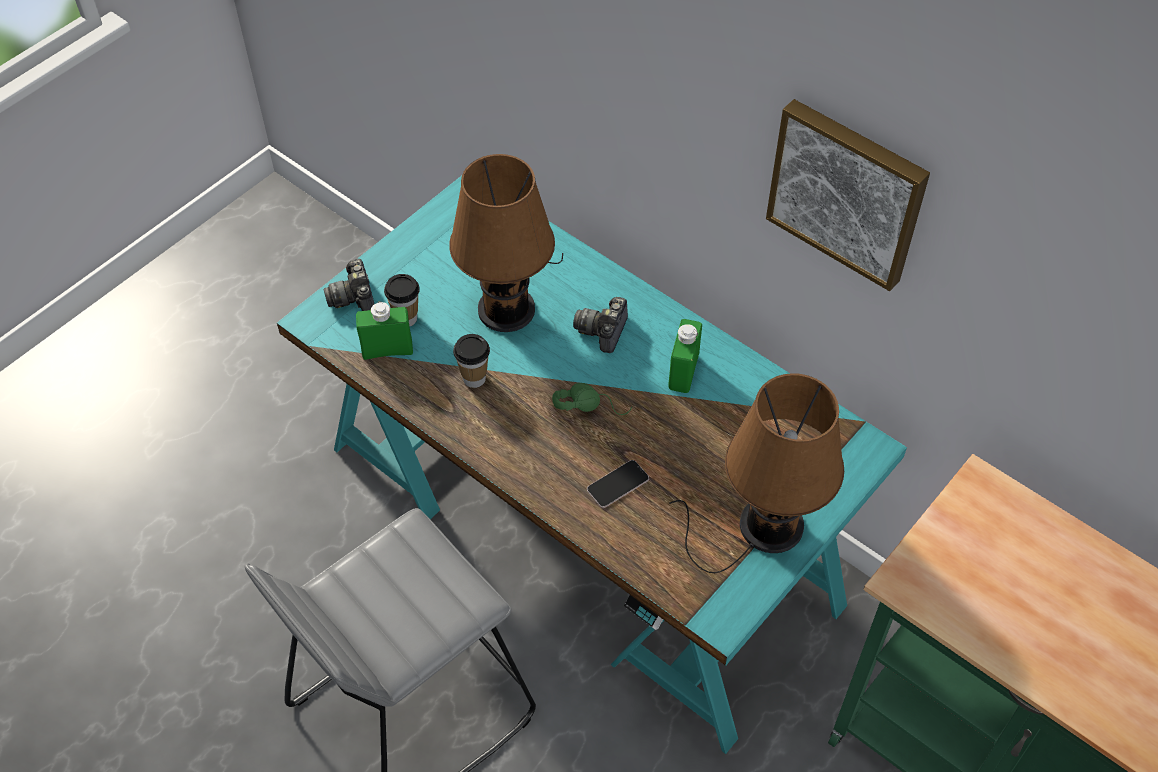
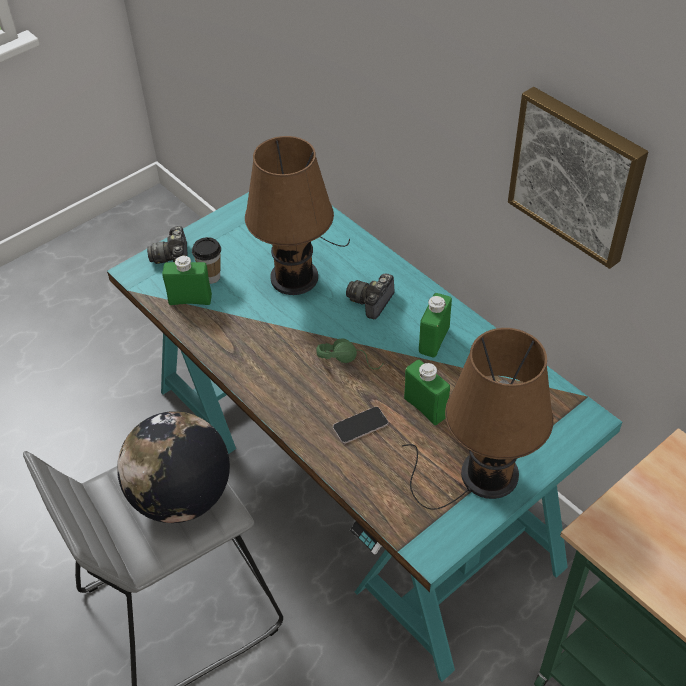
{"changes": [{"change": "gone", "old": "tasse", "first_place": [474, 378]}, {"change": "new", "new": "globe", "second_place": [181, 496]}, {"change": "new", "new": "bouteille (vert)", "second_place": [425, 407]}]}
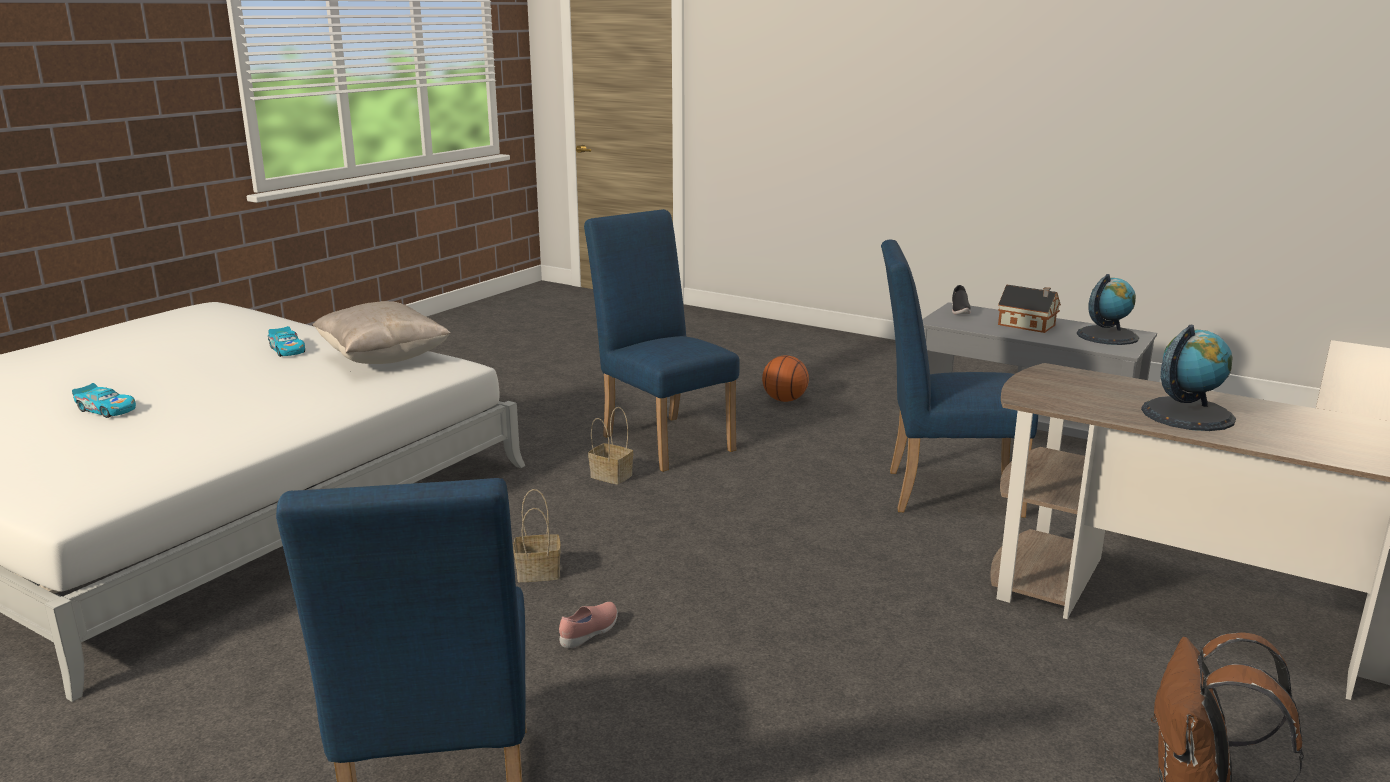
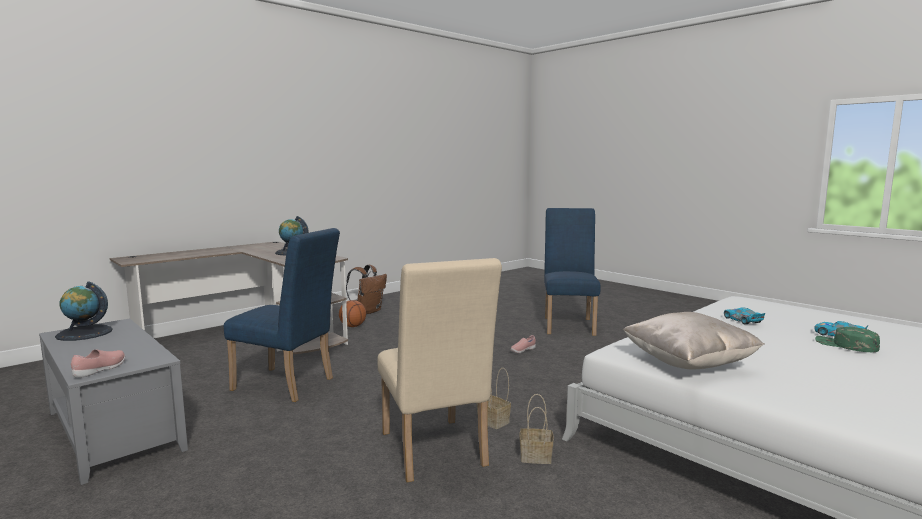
{"changes": [{"change": "gone", "old": "maison miniature", "first_place": [1028, 325]}, {"change": "new", "new": "casquette (vert)", "second_place": [846, 345]}, {"change": "shifted", "old": "petite voiture", "first_place": [287, 350], "second_place": [742, 320]}, {"change": "shifted", "old": "panier", "first_place": [537, 573], "second_place": [537, 456]}, {"change": "shifted", "old": "ballon de basket", "first_place": [784, 400], "second_place": [352, 326]}, {"change": "repainted", "old": "chaise (bleu)", "new": "chaise (beige)", "first_place": [663, 439], "second_place": [434, 453]}, {"change": "repainted", "old": "chaussure (noir)", "new": "chaussure (rose)", "first_place": [959, 311], "second_place": [100, 370]}]}
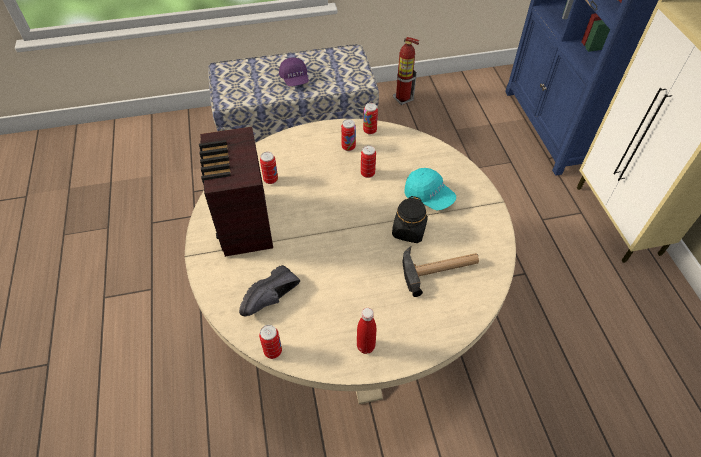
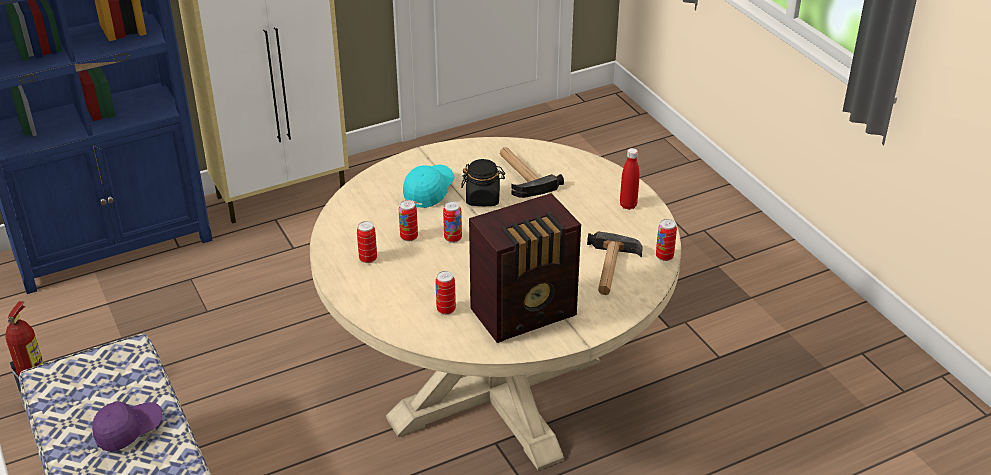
{"changes": [{"change": "shifted", "old": "boîte métallique", "first_place": [369, 131], "second_place": [453, 238]}, {"change": "swapped", "old": "chaussure (noir)", "new": "marteau", "first_place": [273, 299], "second_place": [610, 269]}]}
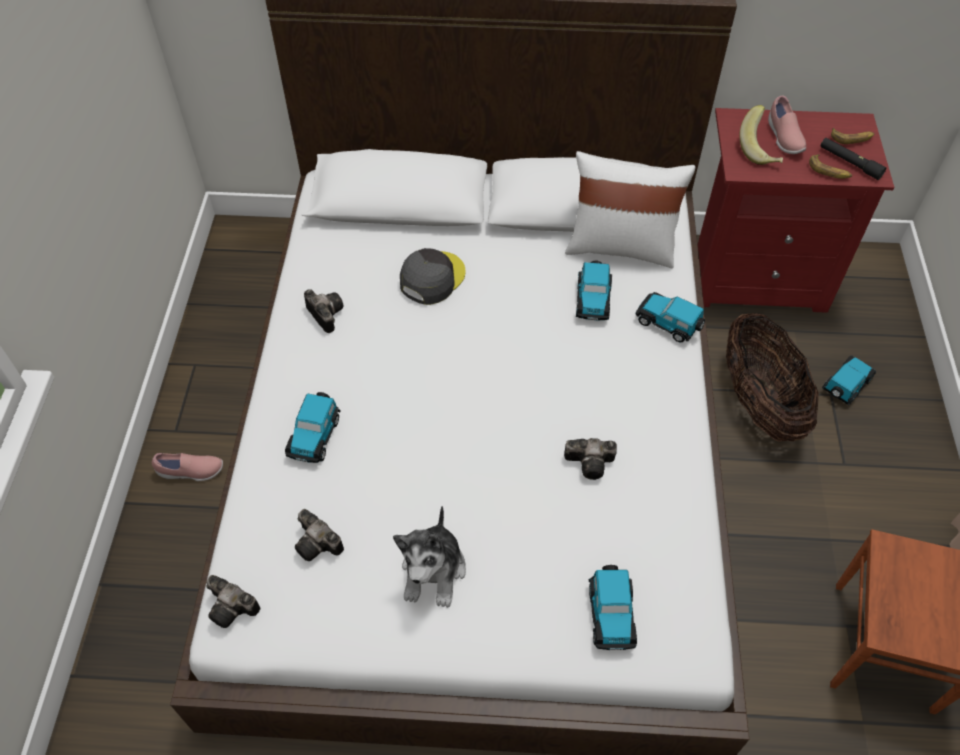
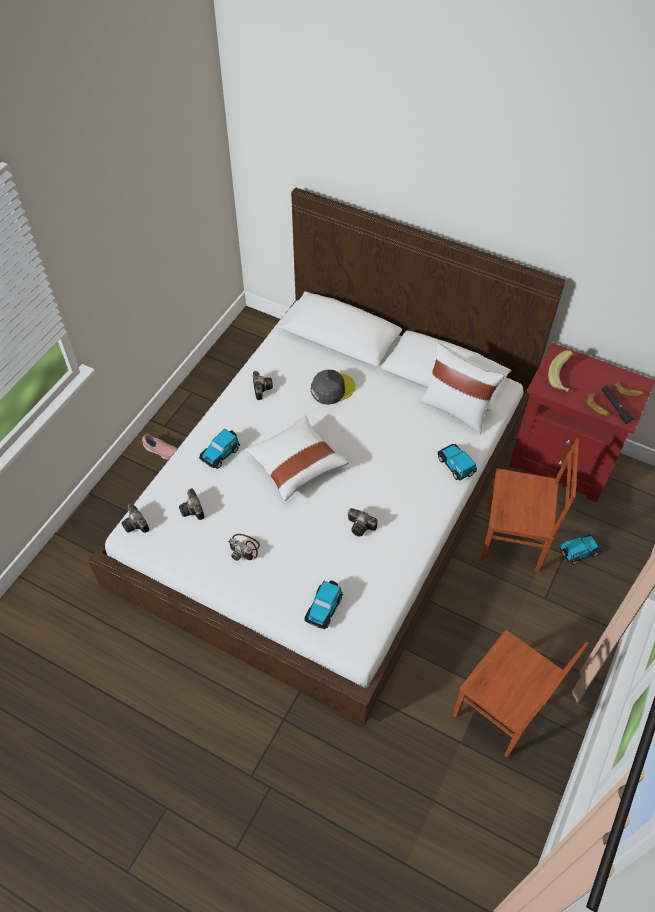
{"changes": [{"change": "gone", "old": "petite voiture", "first_place": [593, 300]}, {"change": "gone", "old": "chaussure (rose)", "first_place": [783, 137]}, {"change": "new", "new": "coussin (blanc)", "second_place": [296, 465]}, {"change": "swapped", "old": "peluche", "new": "appareil photo", "first_place": [434, 571], "second_place": [244, 548]}, {"change": "swapped", "old": "panier", "new": "chaise (marron)", "first_place": [759, 402], "second_place": [513, 540]}]}
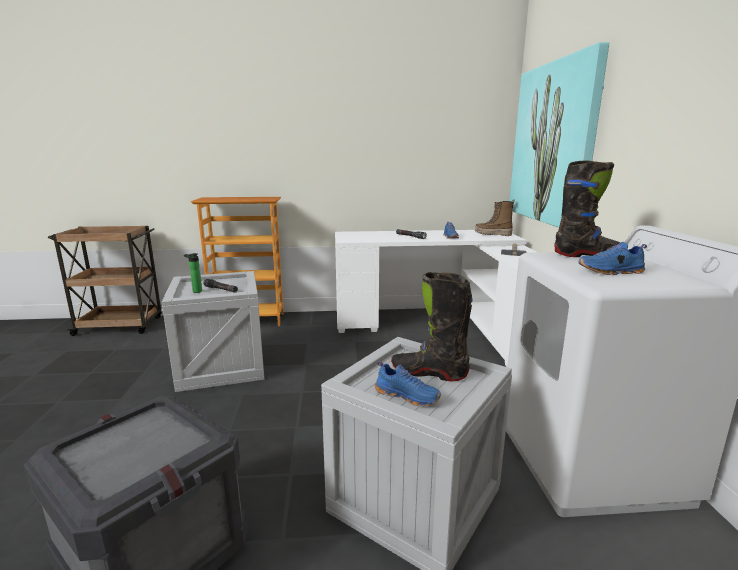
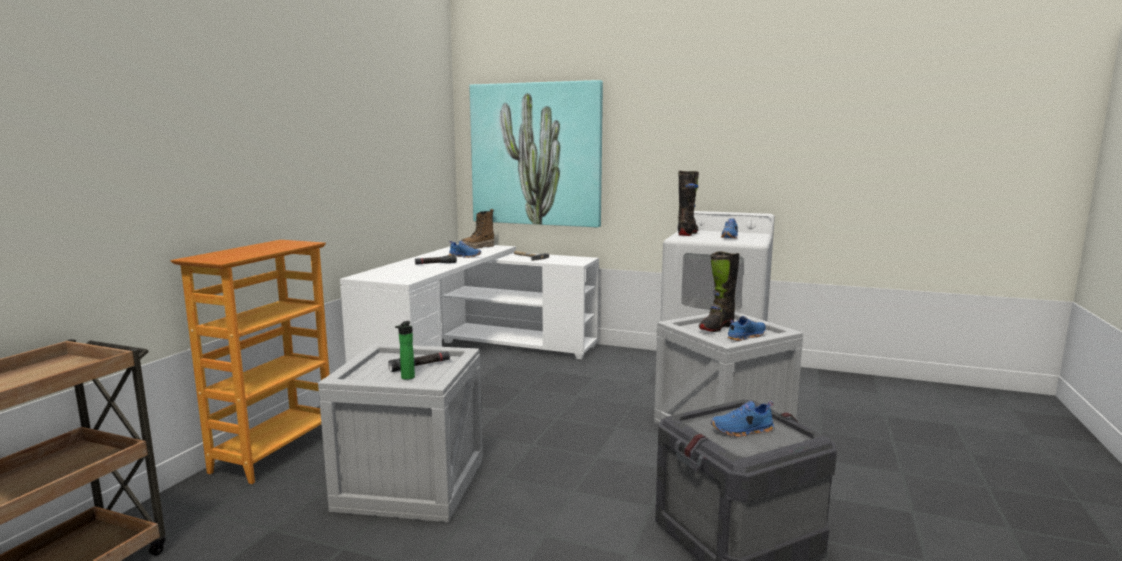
{"changes": [{"change": "new", "new": "chaussure (bleu)", "second_place": [742, 431]}]}
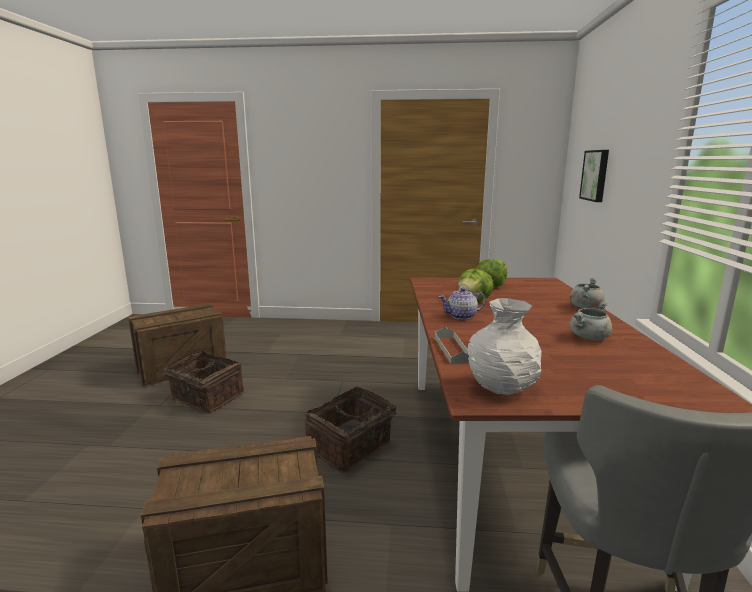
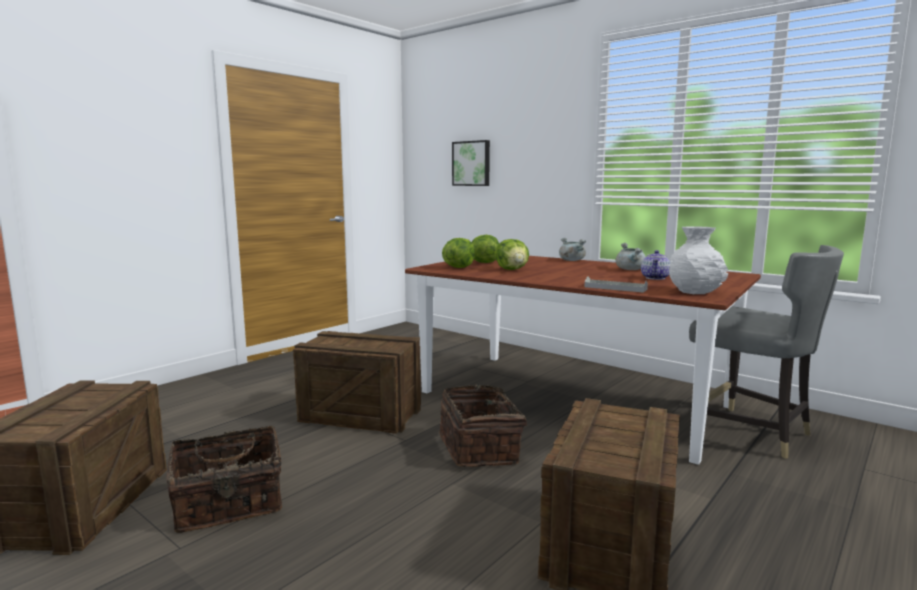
{"changes": [{"change": "new", "new": "caisse", "second_place": [362, 415]}, {"change": "new", "new": "laitue", "second_place": [458, 267]}, {"change": "shifted", "old": "théière", "first_place": [462, 316], "second_place": [655, 278]}]}
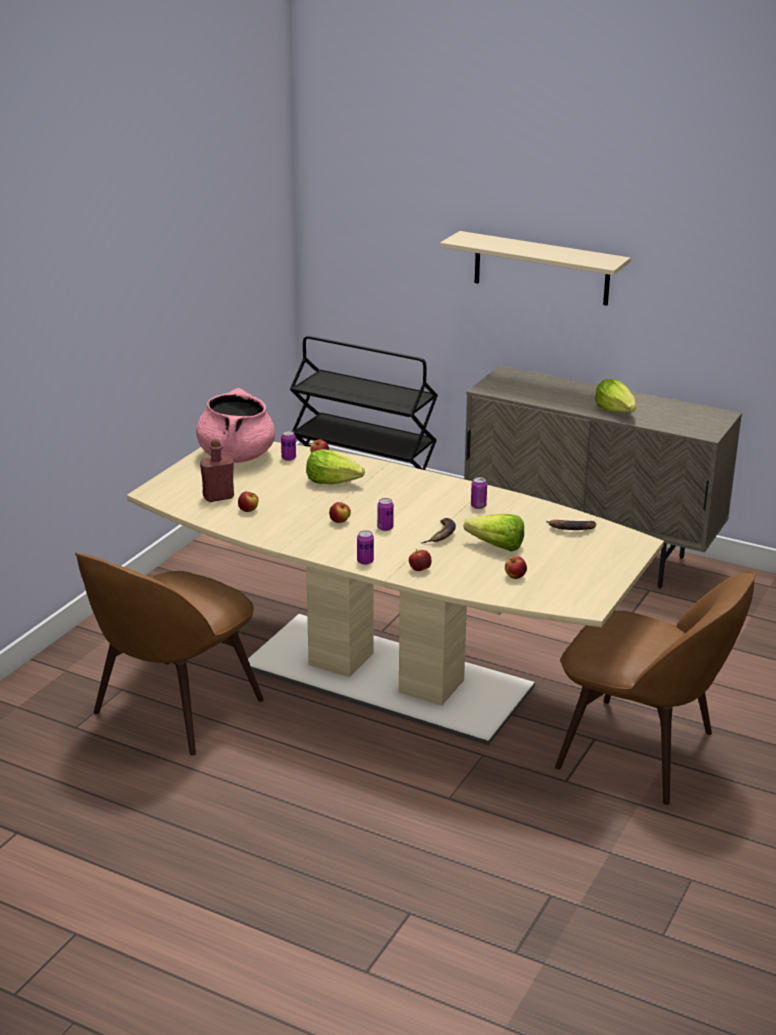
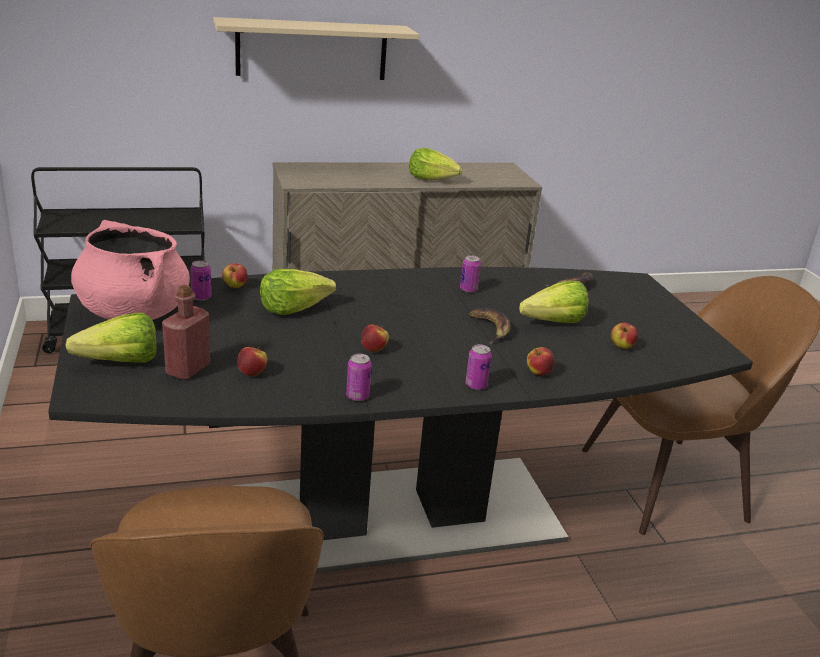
{"changes": [{"change": "new", "new": "laitue", "second_place": [113, 362]}, {"change": "shifted", "old": "boîte métallique", "first_place": [385, 528], "second_place": [357, 396]}, {"change": "repainted", "old": "table à manger (beige)", "new": "table à manger (noir)", "first_place": [386, 676], "second_place": [391, 516]}]}
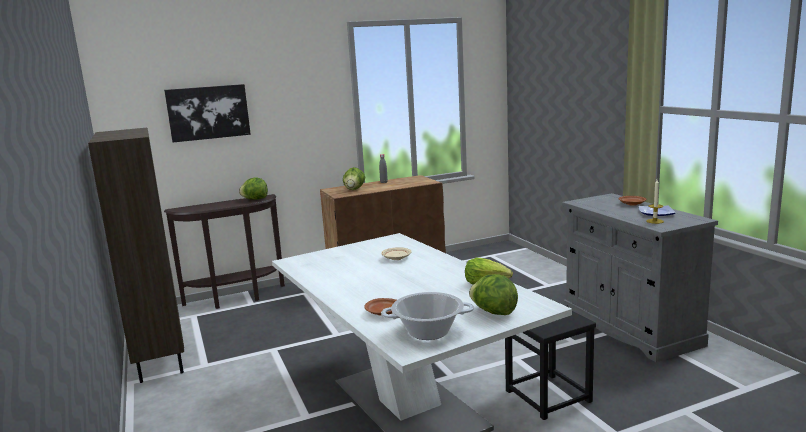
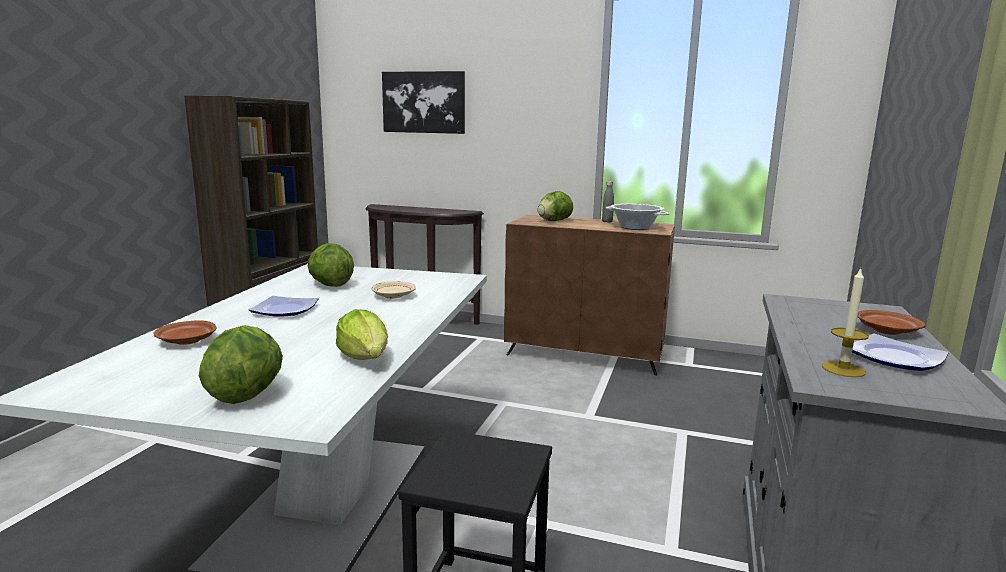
{"changes": [{"change": "new", "new": "assiette", "second_place": [285, 310]}, {"change": "shifted", "old": "laitue", "first_place": [255, 199], "second_place": [330, 285]}, {"change": "shifted", "old": "marmite", "first_place": [428, 331], "second_place": [635, 227]}]}
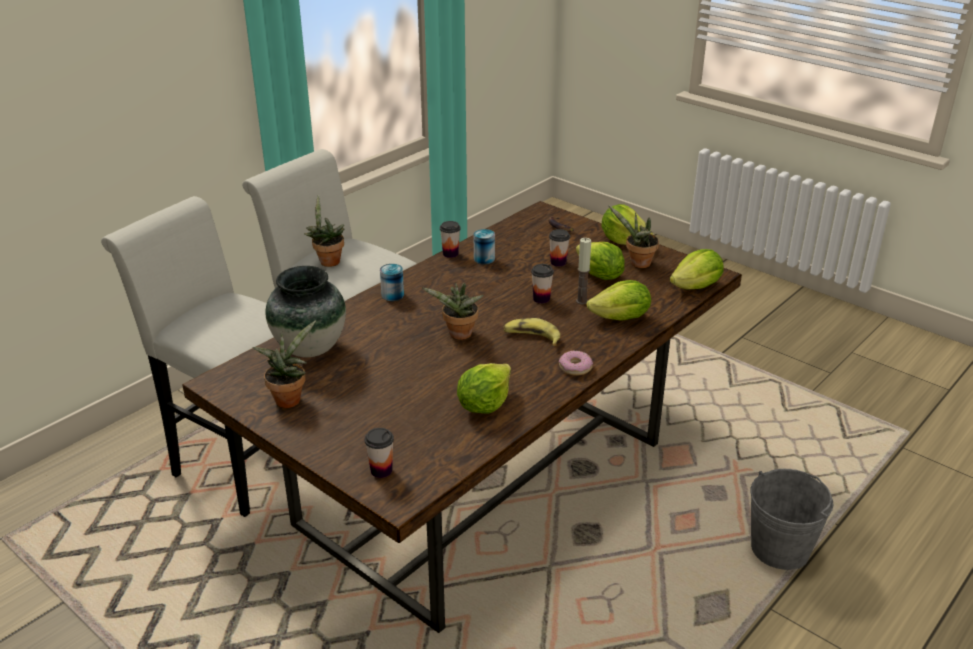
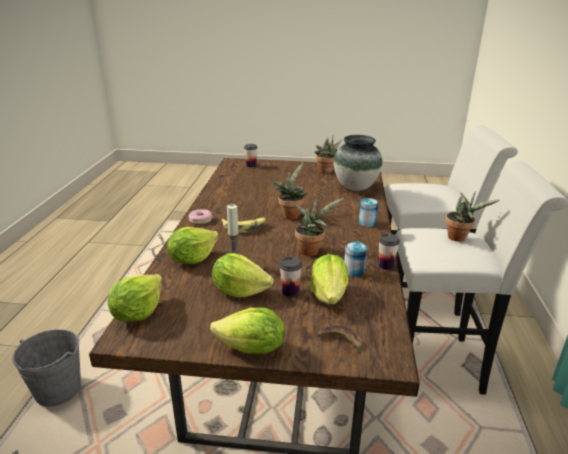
{"changes": [{"change": "gone", "old": "tasse", "first_place": [541, 299]}, {"change": "shifted", "old": "laitue", "first_place": [484, 404], "second_place": [329, 295]}, {"change": "shifted", "old": "plante en pot", "first_place": [637, 264], "second_place": [311, 250]}]}
